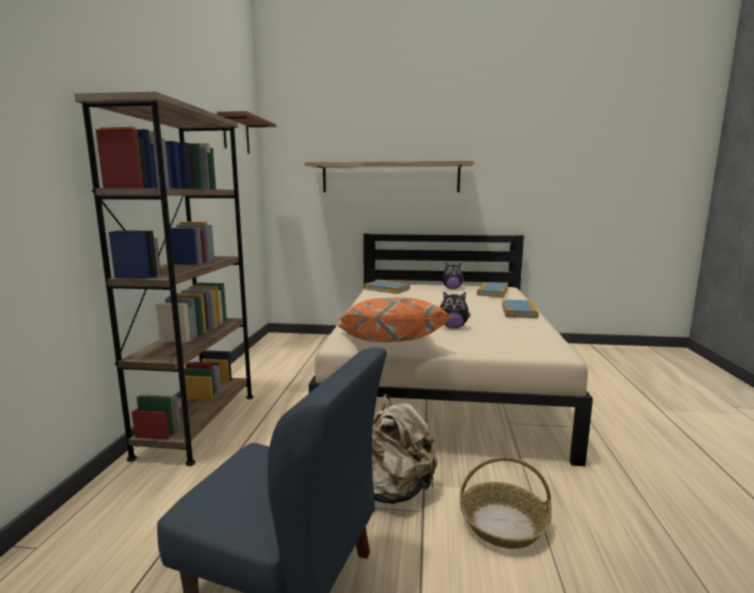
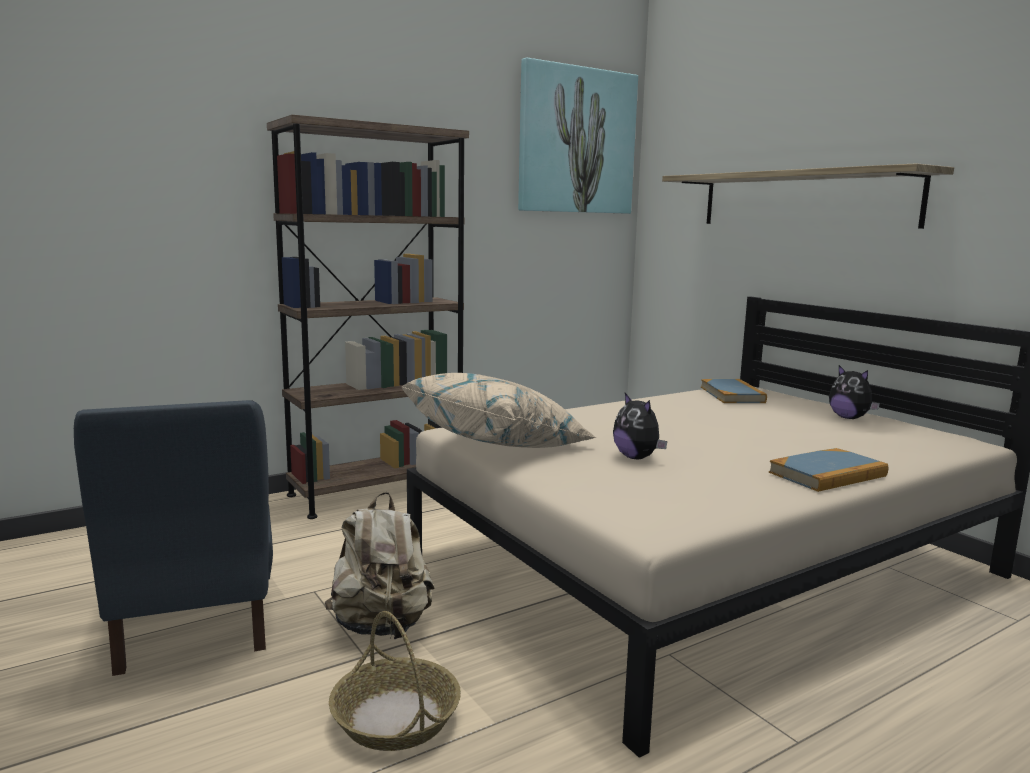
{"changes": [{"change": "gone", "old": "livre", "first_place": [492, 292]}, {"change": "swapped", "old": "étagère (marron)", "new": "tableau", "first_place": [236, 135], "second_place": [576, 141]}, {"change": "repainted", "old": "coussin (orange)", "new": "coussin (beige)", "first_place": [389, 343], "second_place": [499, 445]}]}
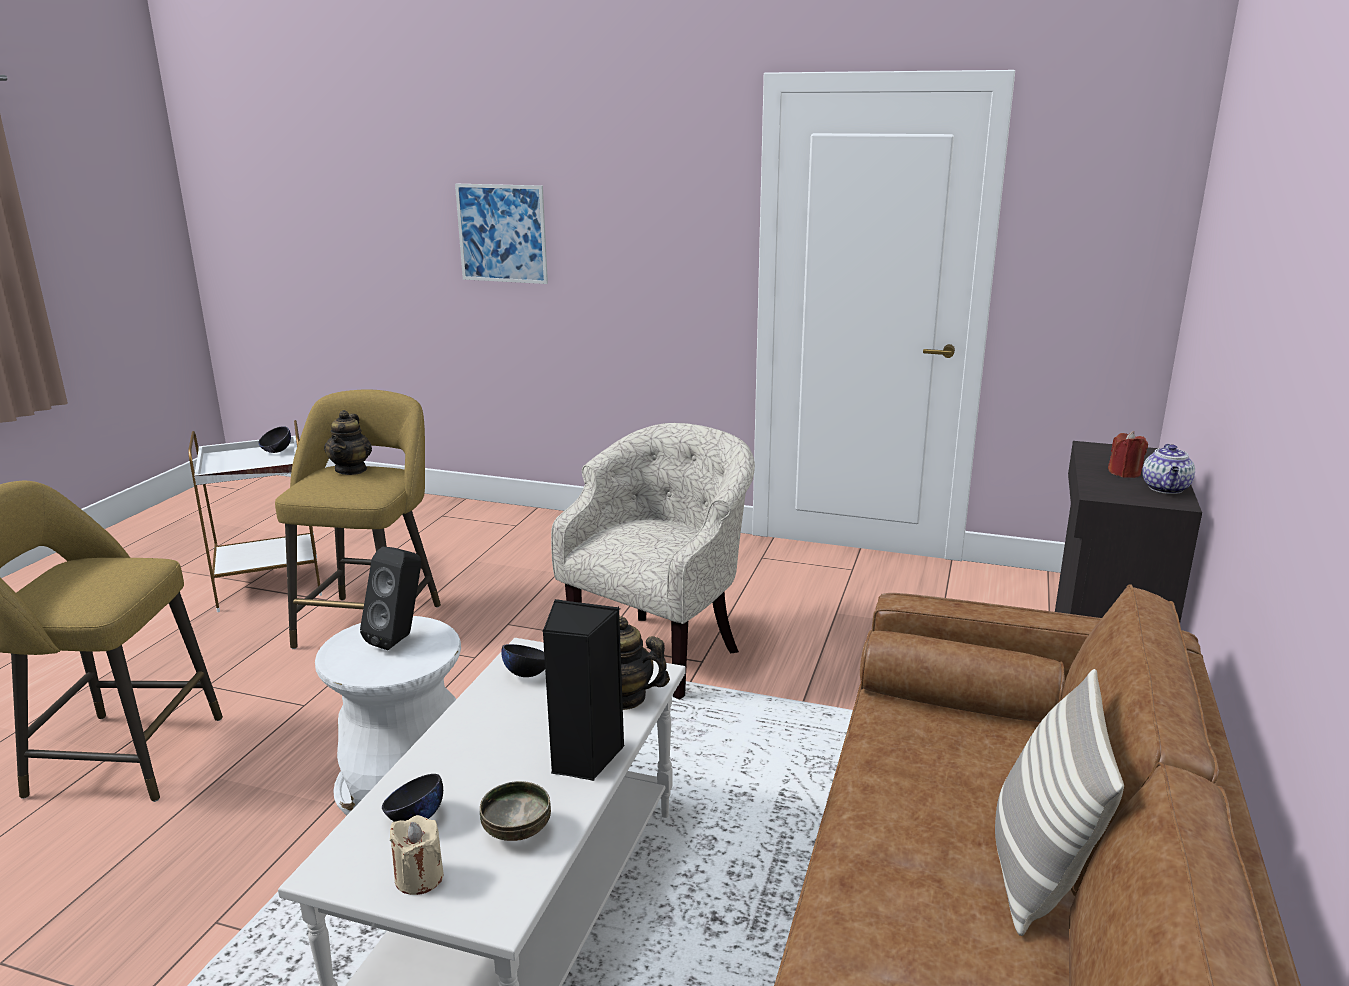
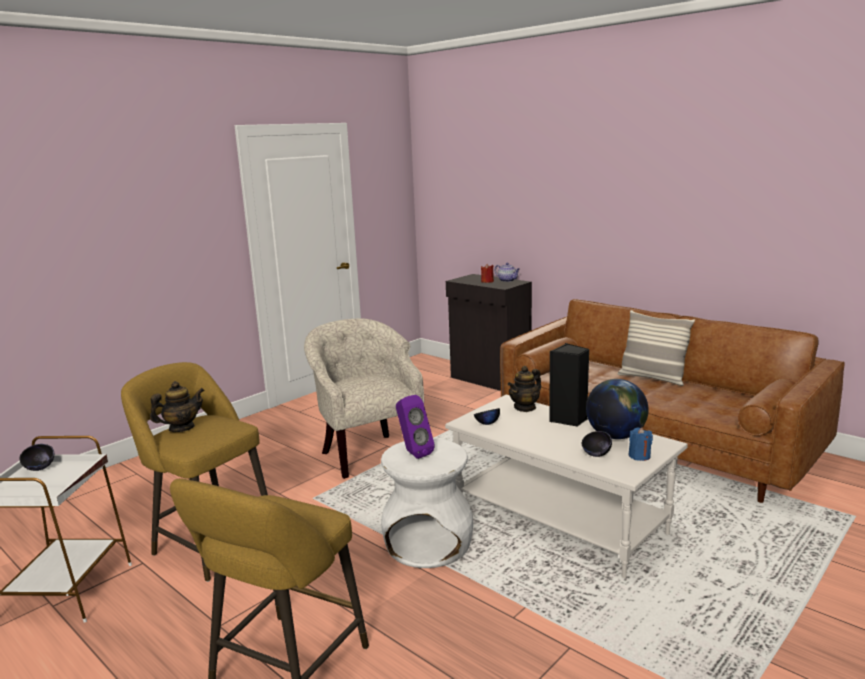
{"changes": [{"change": "gone", "old": "tableau", "first_place": [502, 233]}, {"change": "swapped", "old": "bol", "new": "globe", "first_place": [518, 831], "second_place": [615, 436]}, {"change": "repainted", "old": "enceinte (noir)", "new": "enceinte (violet)", "first_place": [400, 639], "second_place": [413, 453]}, {"change": "repainted", "old": "bougie (beige)", "new": "bougie (bleu)", "first_place": [419, 878], "second_place": [639, 456]}, {"change": "rotated", "old": "théière", "first_place": [351, 470], "second_place": [181, 428], "degrees": -60}]}
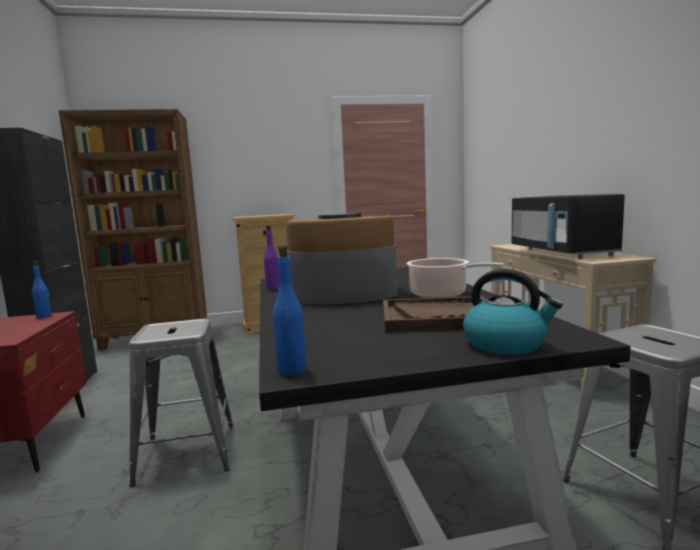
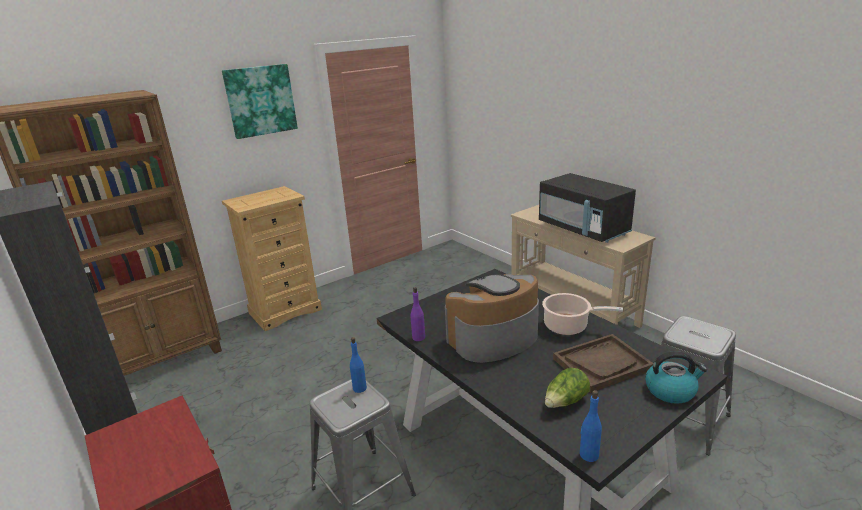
{"changes": [{"change": "new", "new": "tableau", "second_place": [260, 100]}, {"change": "new", "new": "laitue", "second_place": [565, 402]}, {"change": "shifted", "old": "bouteille (bleu)", "first_place": [44, 316], "second_place": [360, 388]}]}
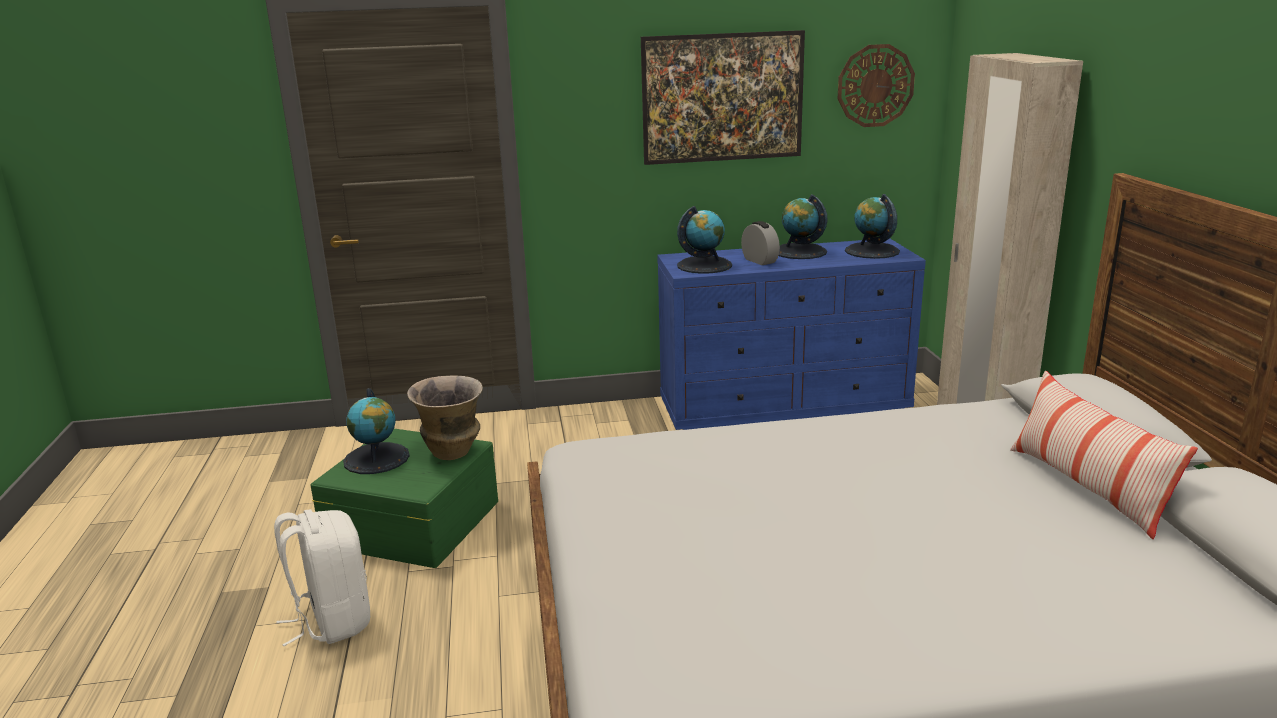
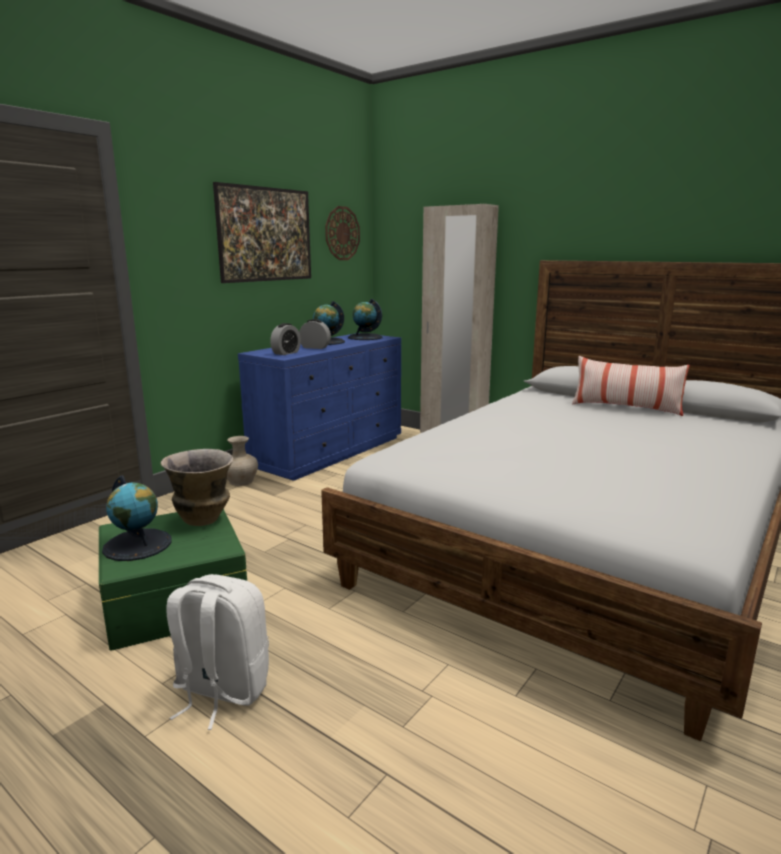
{"changes": [{"change": "new", "new": "vase (beige)", "second_place": [241, 481]}, {"change": "swapped", "old": "globe", "new": "réveil", "first_place": [704, 265], "second_place": [286, 353]}]}
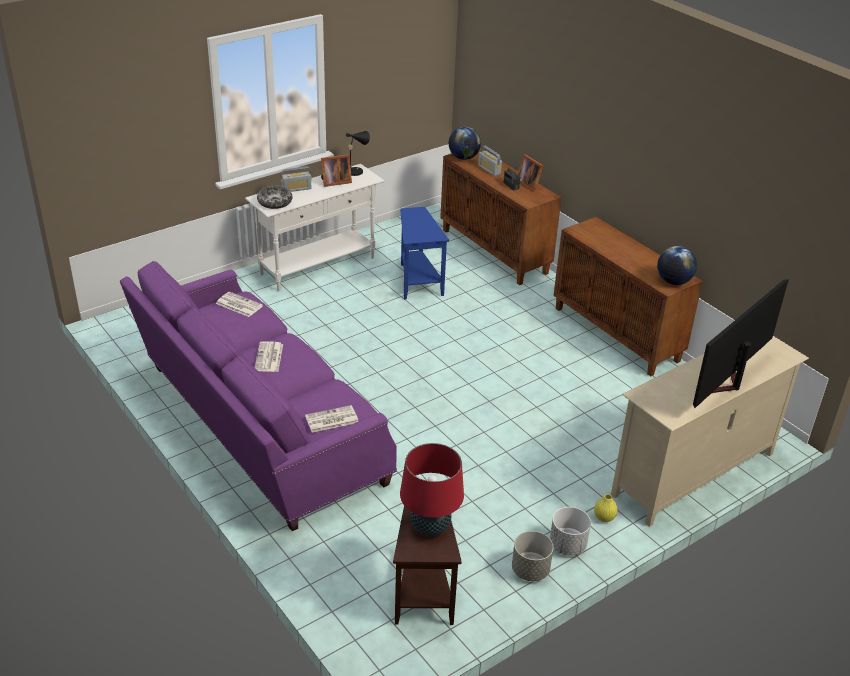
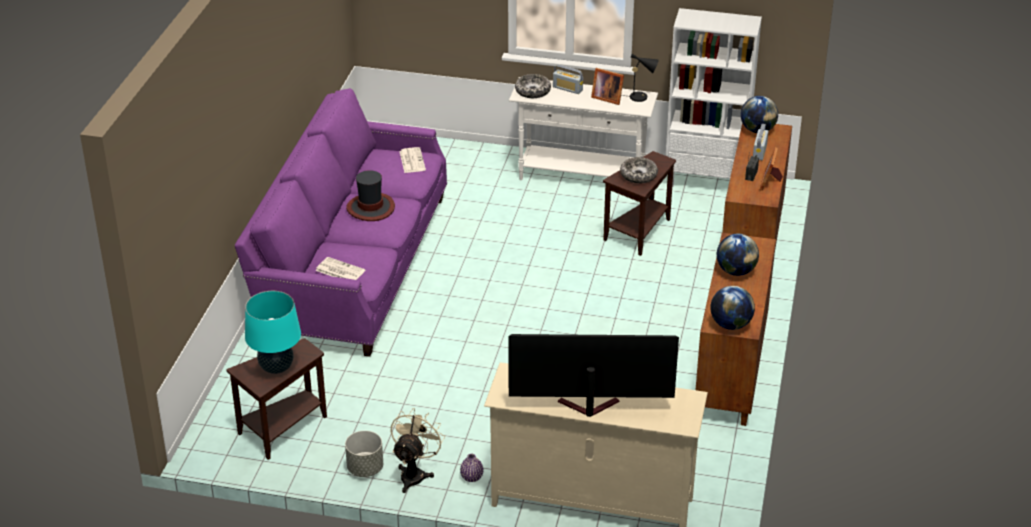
{"changes": [{"change": "new", "new": "bol", "second_place": [638, 175]}, {"change": "new", "new": "bibliothèque (blanc)", "second_place": [705, 181]}, {"change": "new", "new": "globe", "second_place": [736, 271]}, {"change": "swapped", "old": "journal", "new": "chapeau", "first_place": [269, 358], "second_place": [371, 208]}, {"change": "swapped", "old": "cache-pot (blanc)", "new": "ventilateur (beige)", "first_place": [567, 545], "second_place": [415, 474]}, {"change": "repainted", "old": "table d'appoint (bleu)", "new": "table d'appoint (marron)", "first_place": [418, 282], "second_place": [638, 233]}, {"change": "repainted", "old": "lampe de table (rouge)", "new": "lampe de table (turquoise)", "first_place": [430, 528], "second_place": [276, 367]}, {"change": "repainted", "old": "vase (jaune)", "new": "vase (violet)", "first_place": [604, 517], "second_place": [471, 477]}]}
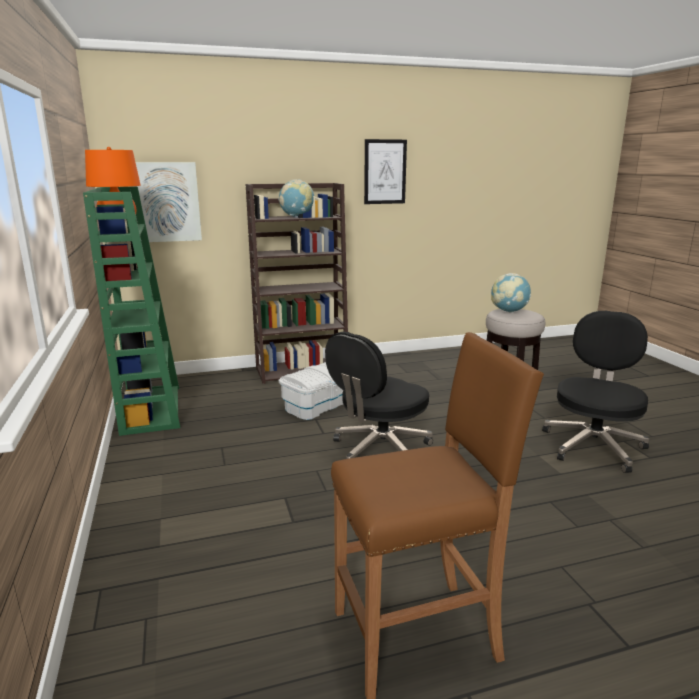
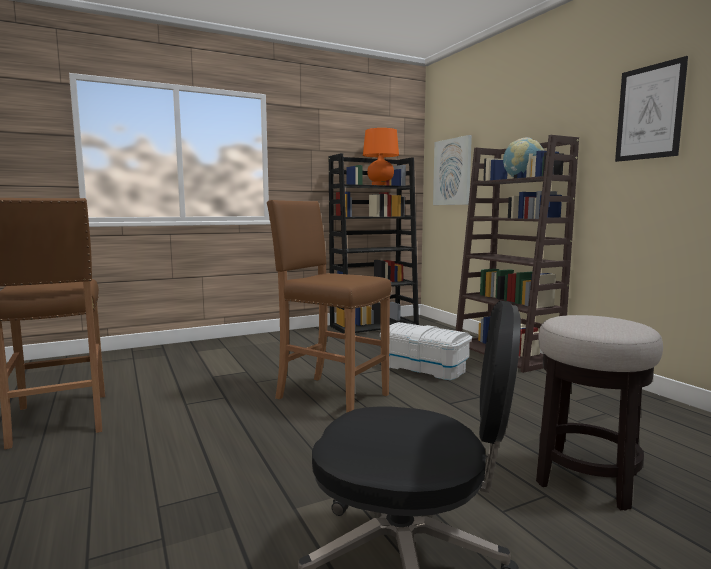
{"changes": [{"change": "gone", "old": "globe", "first_place": [509, 311]}, {"change": "swapped", "old": "chaise de bureau (noir)", "new": "tabouret (marron)", "first_place": [379, 451], "second_place": [331, 396]}, {"change": "repainted", "old": "bibliothèque (vert)", "new": "bibliothèque (noir)", "first_place": [150, 409], "second_place": [374, 326]}]}
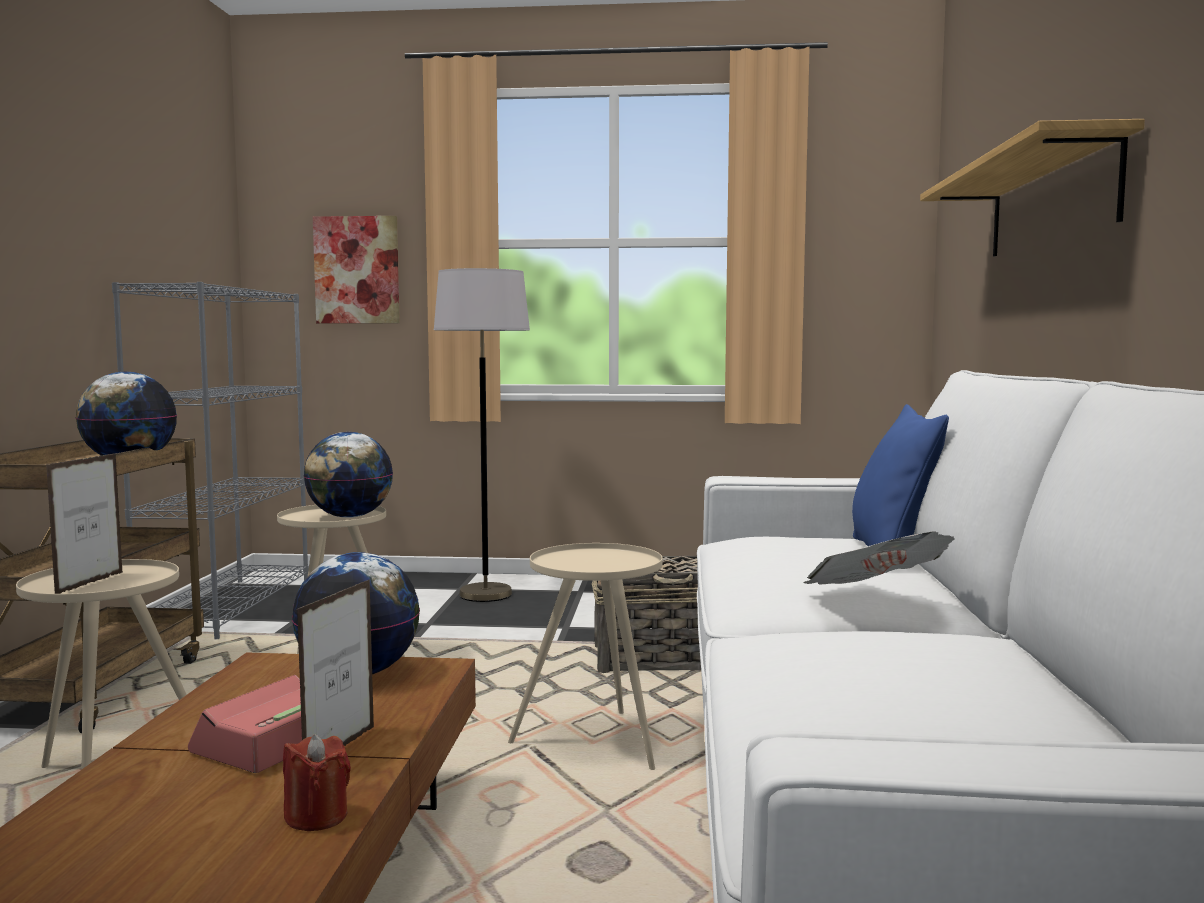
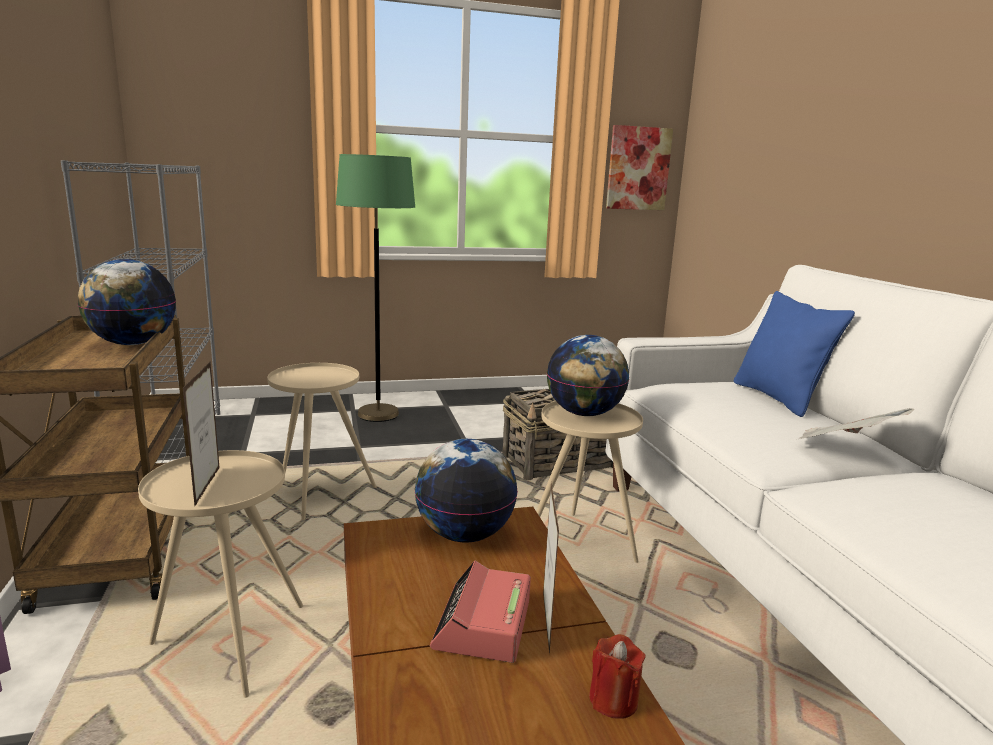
{"changes": [{"change": "gone", "old": "étagère", "first_place": [1050, 202]}, {"change": "shifted", "old": "globe", "first_place": [349, 517], "second_place": [584, 413]}, {"change": "shifted", "old": "tableau", "first_place": [357, 270], "second_place": [638, 168]}, {"change": "repainted", "old": "lampadaire (gris)", "new": "lampadaire (vert)", "first_place": [485, 594], "second_place": [378, 414]}]}
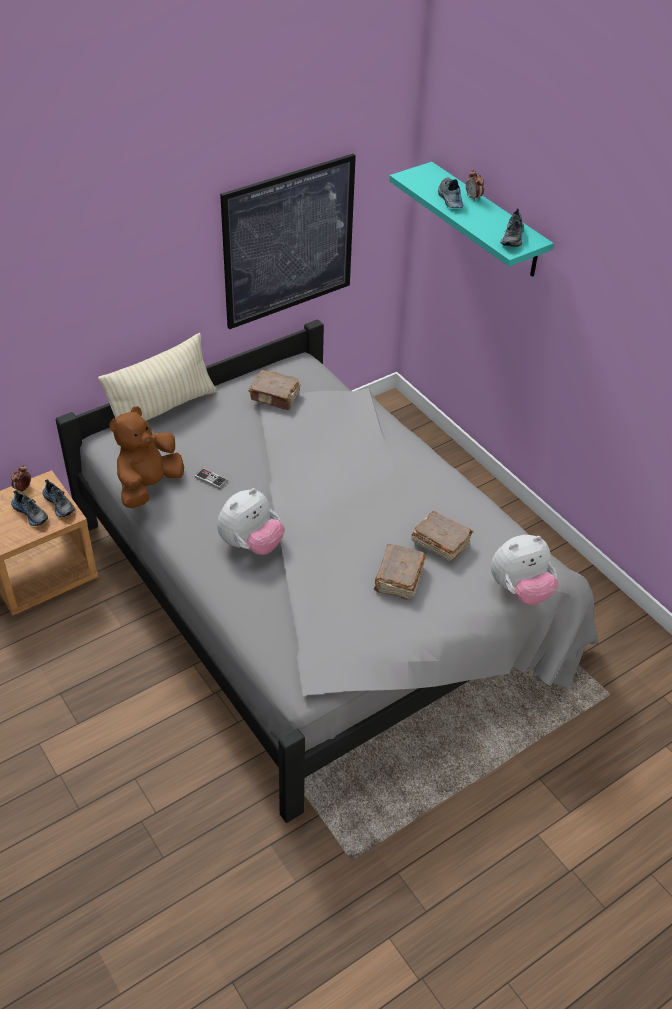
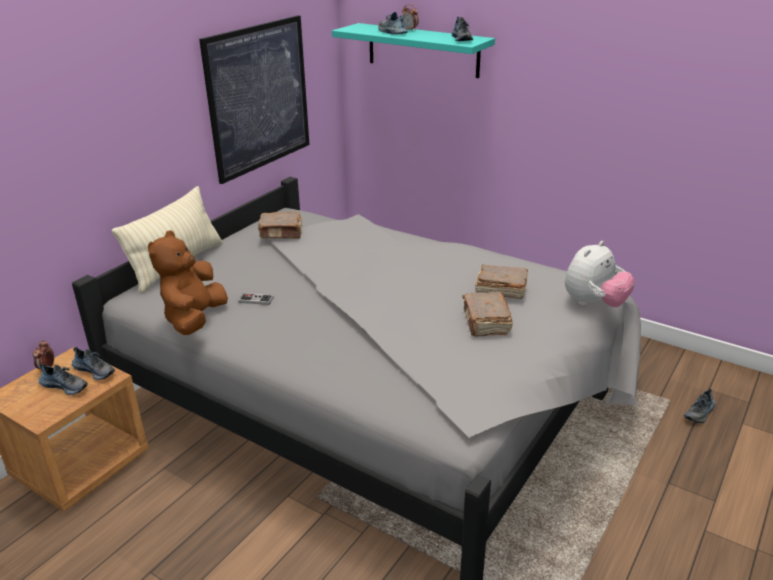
{"changes": [{"change": "gone", "old": "peluche", "first_place": [251, 544]}, {"change": "new", "new": "chaussure", "second_place": [700, 413]}]}
